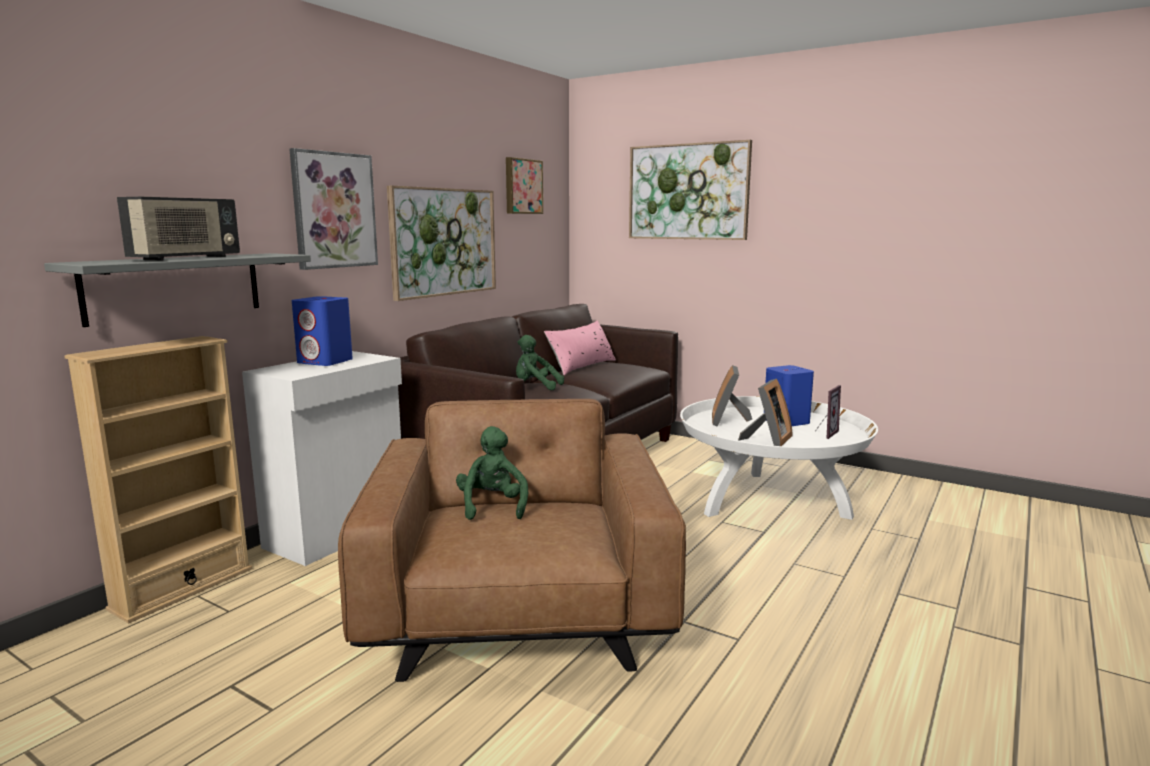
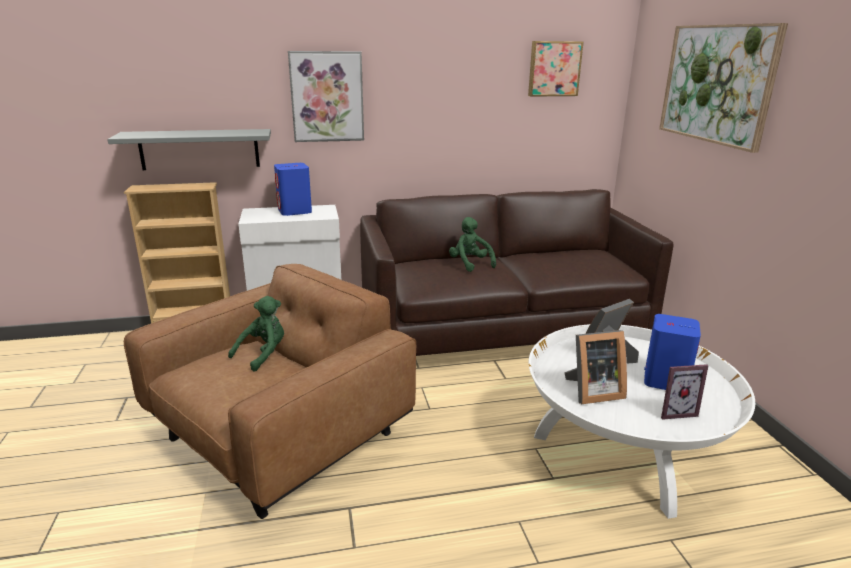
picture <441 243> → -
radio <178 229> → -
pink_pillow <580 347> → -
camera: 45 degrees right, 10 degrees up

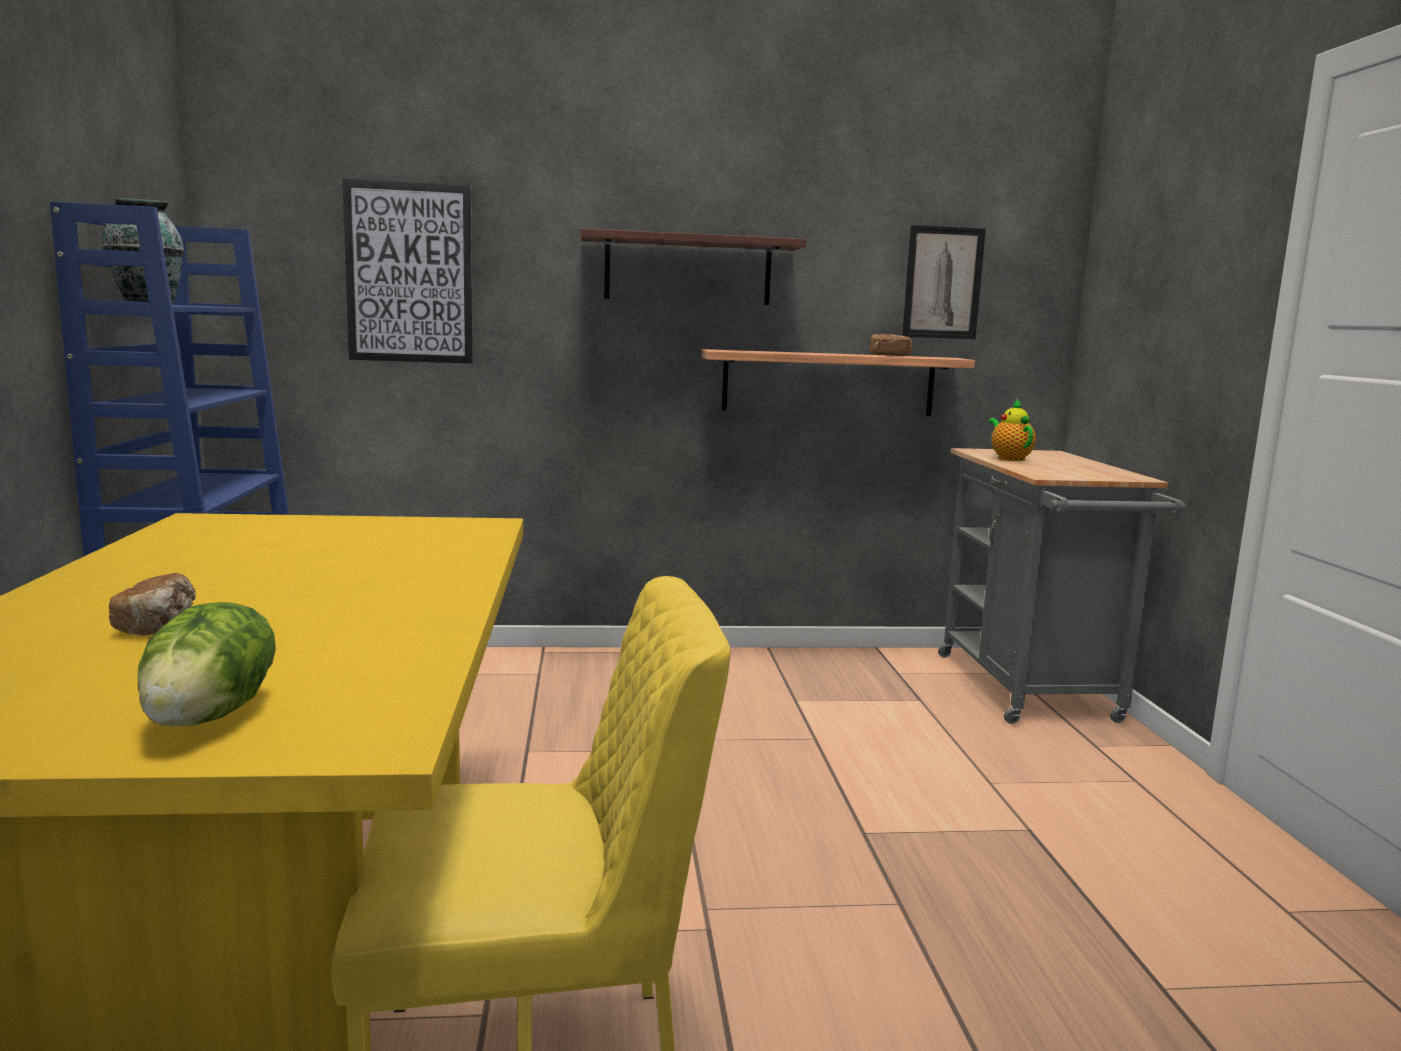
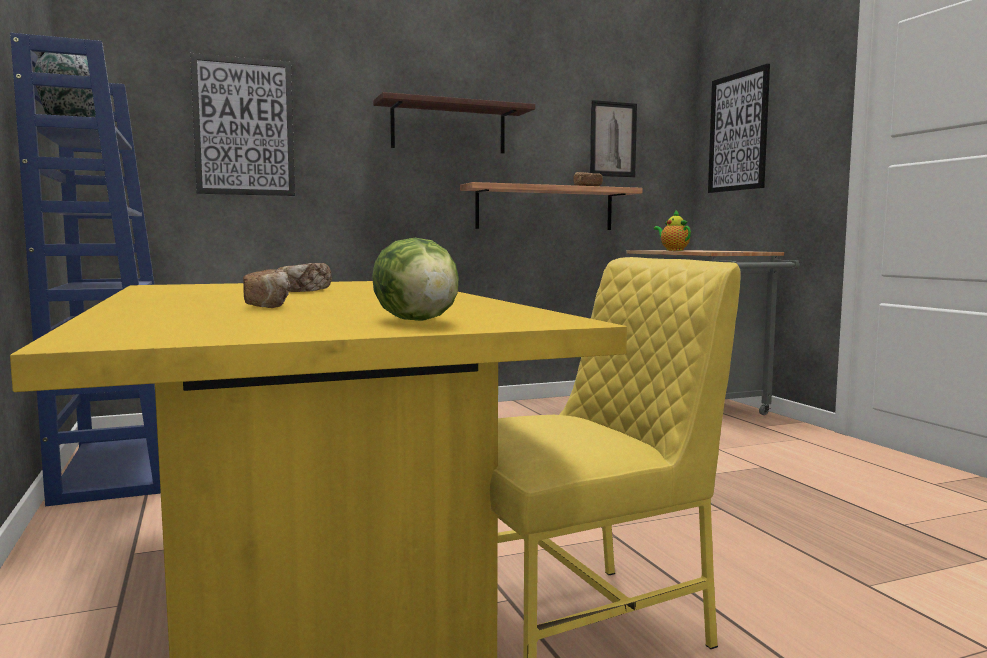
- → picture <739 128>
- → bread <305 277>
camera: 15 degrees left, 5 degrees down

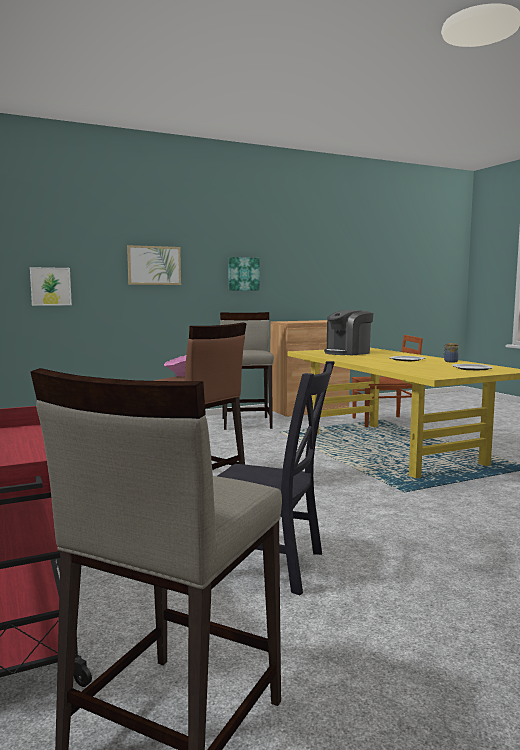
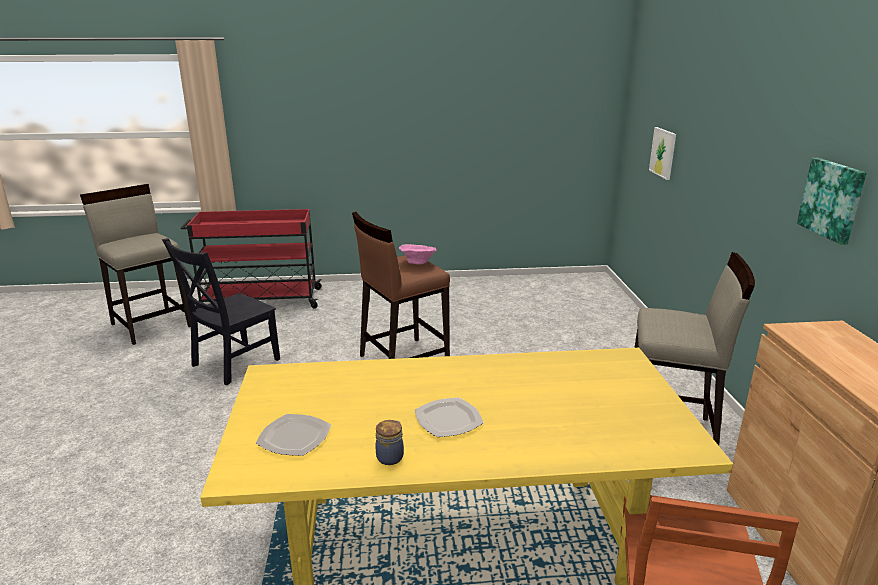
picture <154 265> → -
coffee_machine <348 332> → -
camera: 110 degrees right, 15 degrees up

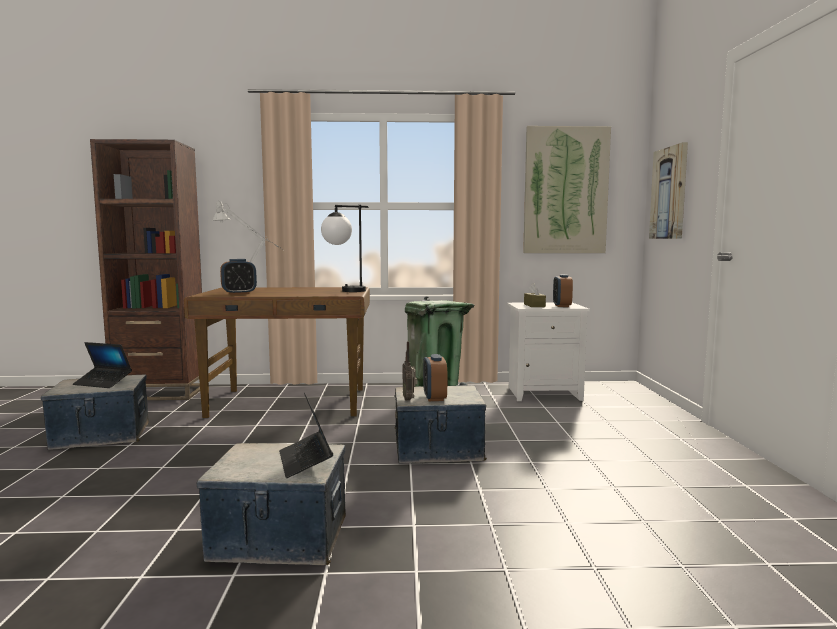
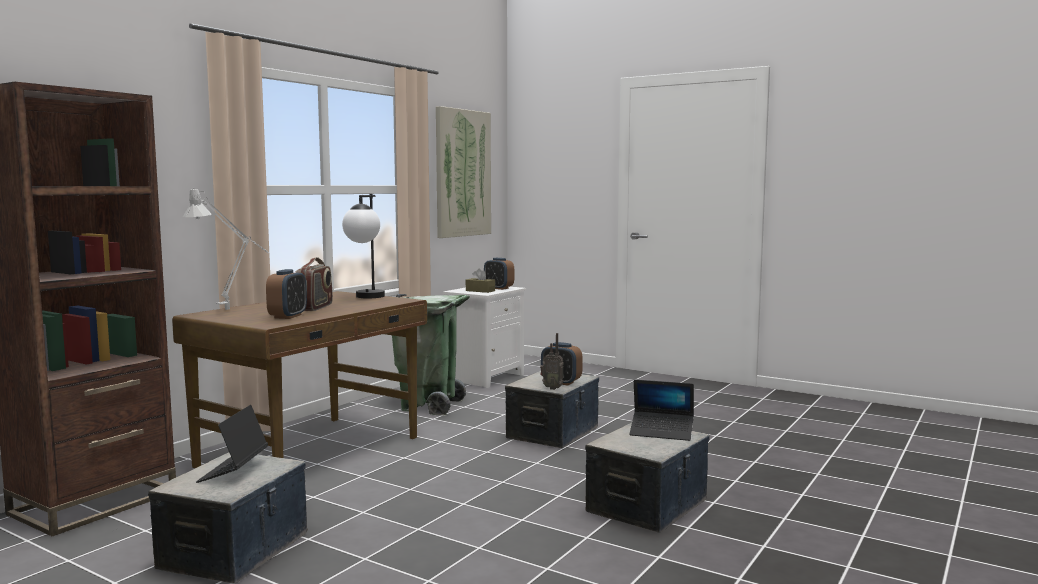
picture <668 190> → -
laptop <102 365> → laptop <232 444>, 135 degrees clockwise
- → radio <314 284>
camera: 55 degrees left, 0 degrees up

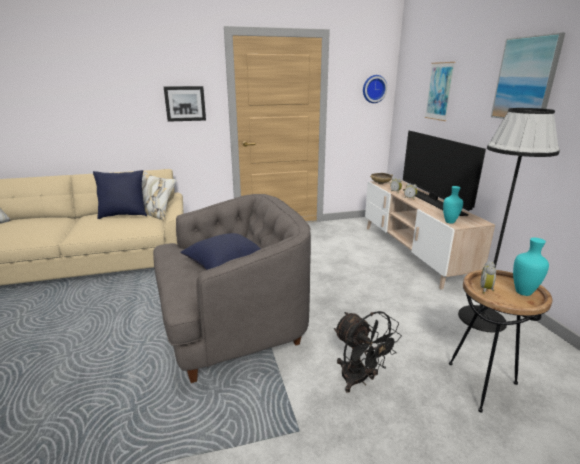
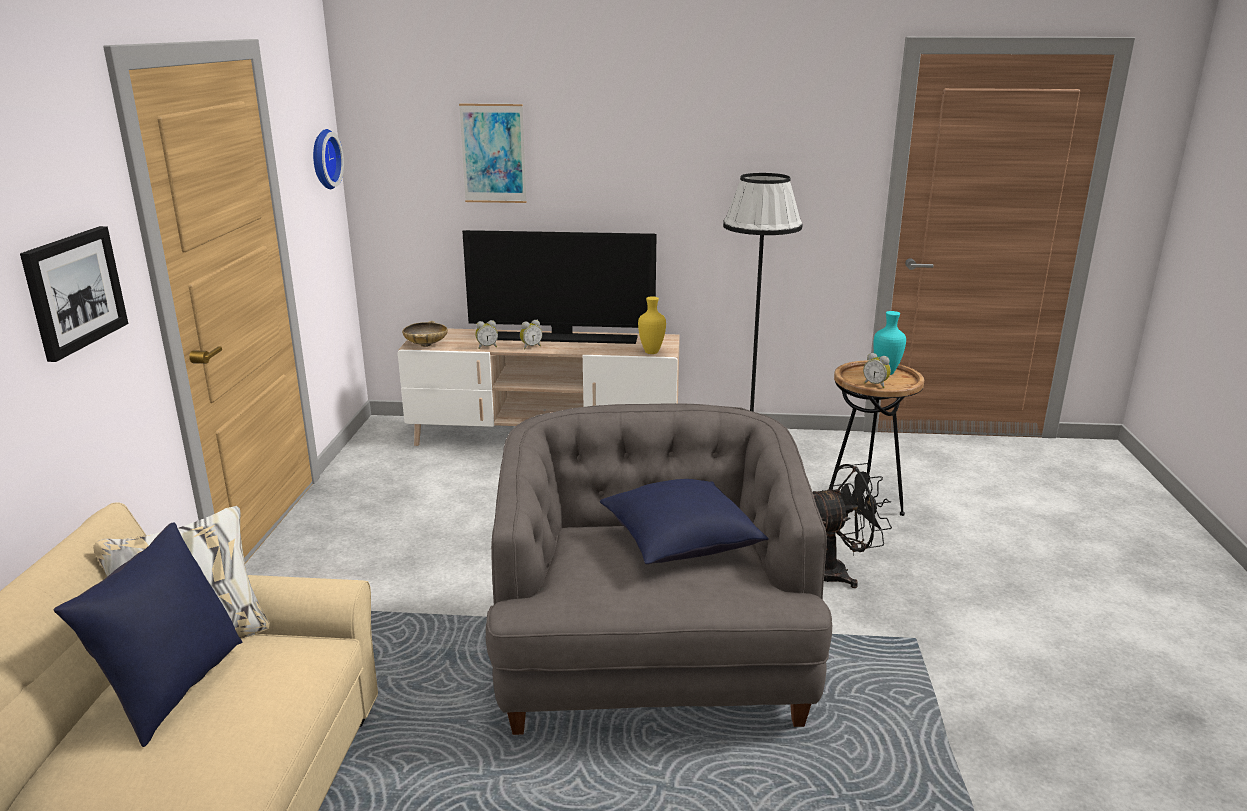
picture <528 76> → -
turquoise_vase <453 204> → yellow_vase <652 325>
camera: 70 degrees left, 0 degrees up

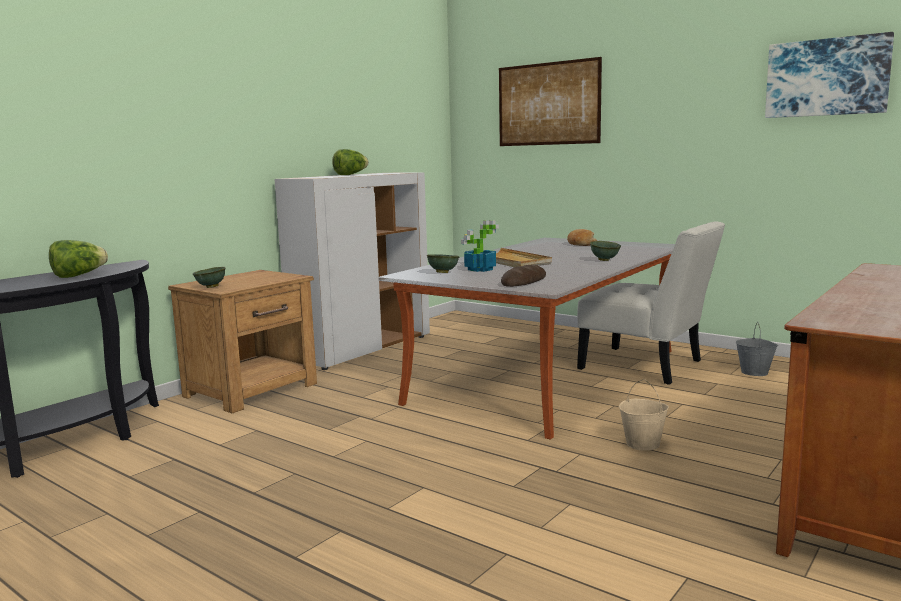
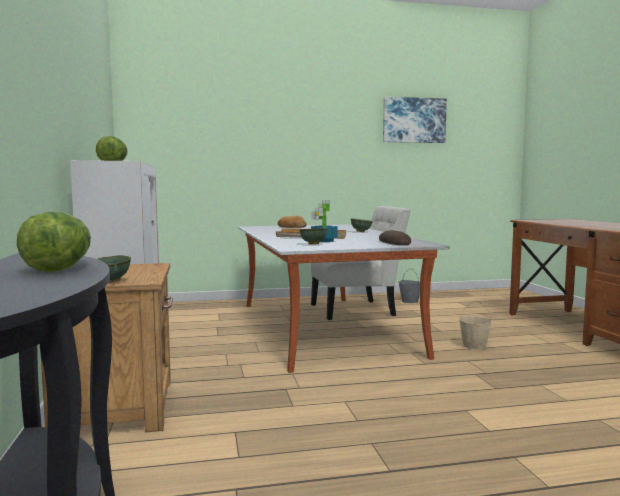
picture <550 101> → -
camera: 50 degrees left, 5 degrees down

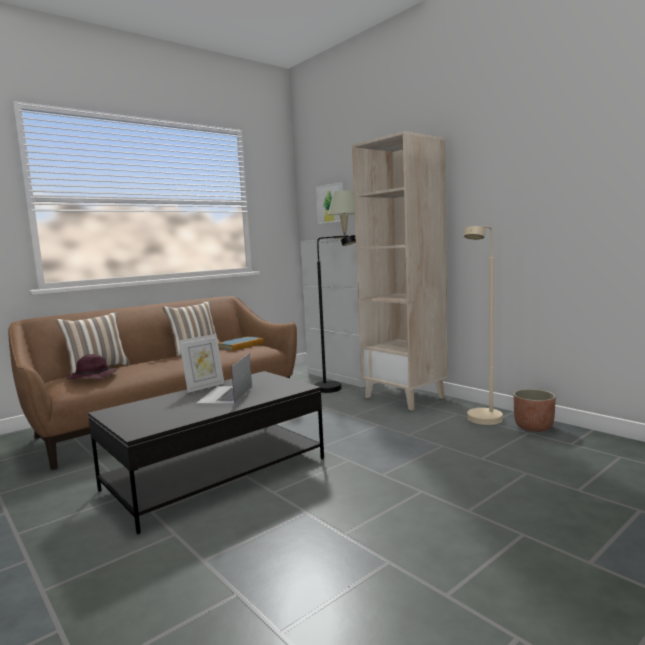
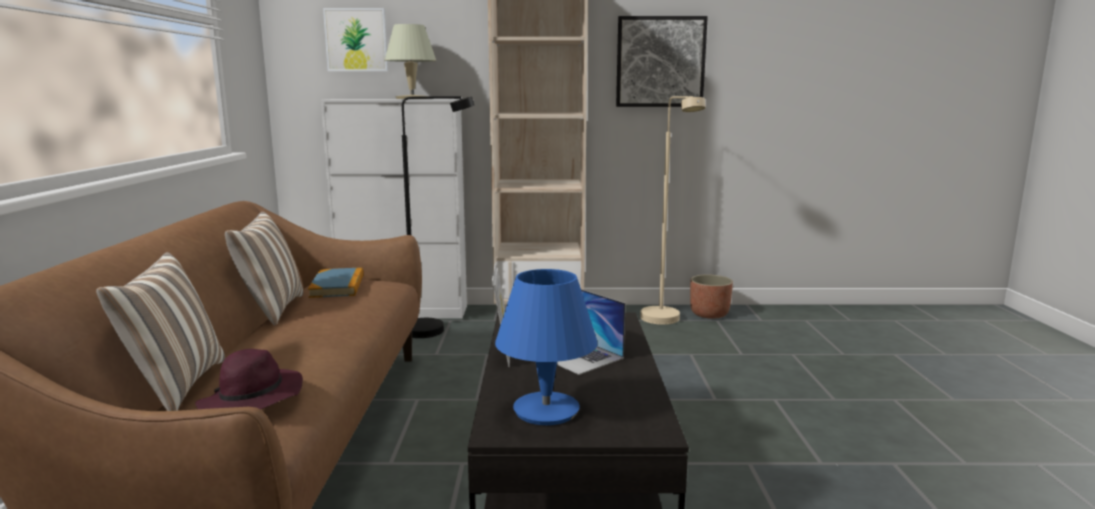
- → picture <662 61>
- → blue_table_lamp <546 347>
camera: 50 degrees left, 5 degrees up

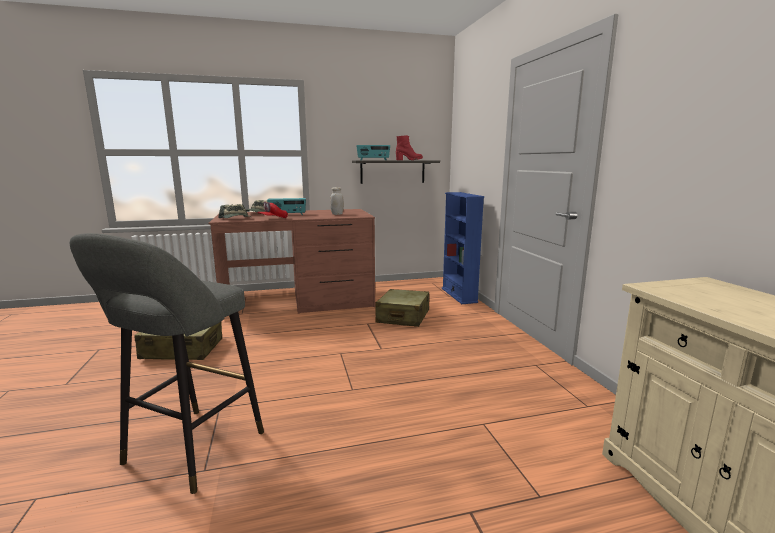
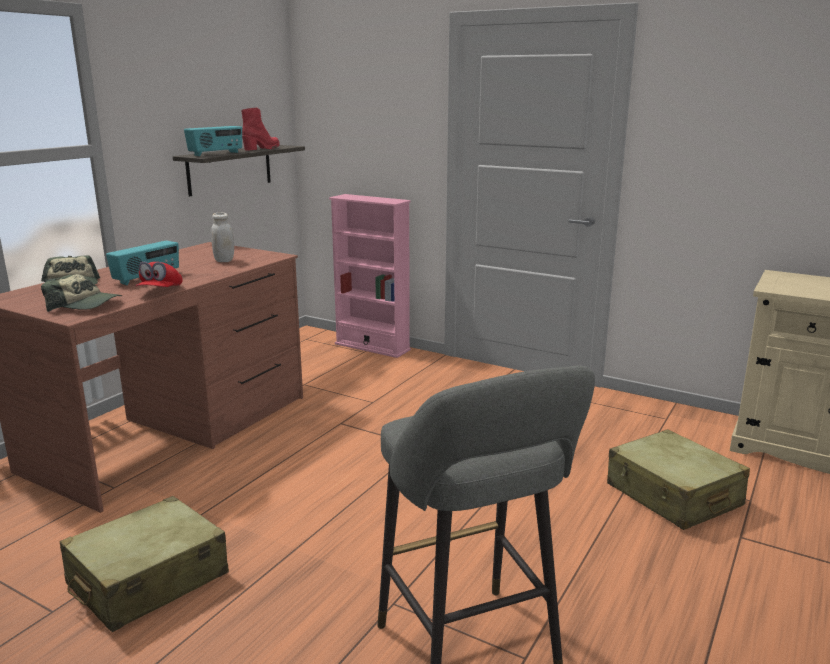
blue_bookcase <463 248> → pink_bookcase <370 276>
beige_suitcase <402 308> → beige_suitcase <678 479>, moved
camera: 45 degrees left, 5 degrees up

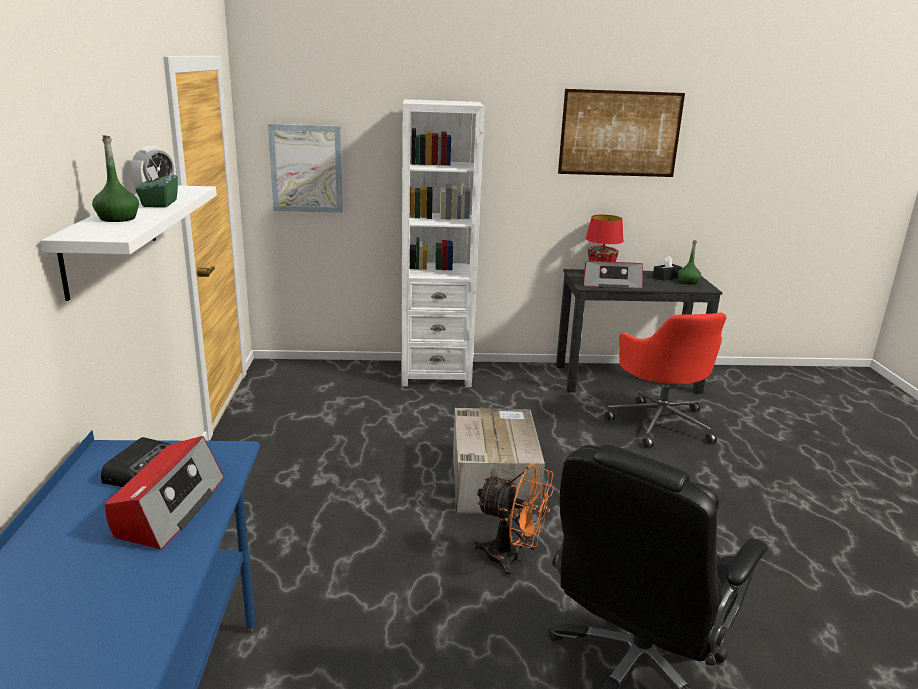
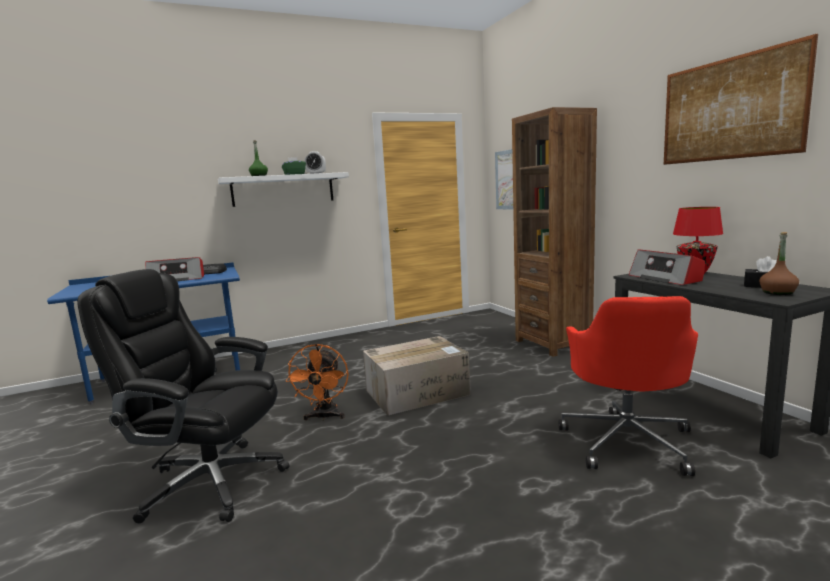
white_bookcase <442 243> → brown_bookcase <554 232>
green_bottle <689 262> → brown_bottle <779 263>
red_office_chair <665 380> → red_office_chair <628 386>, 45 degrees counterclockwise
camera: 70 degrees right, 10 degrees down

